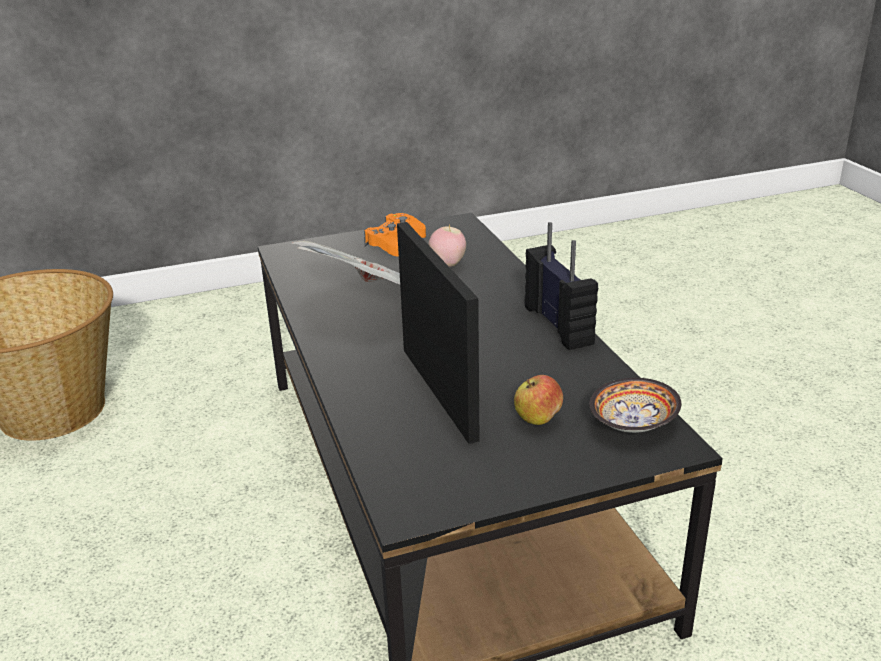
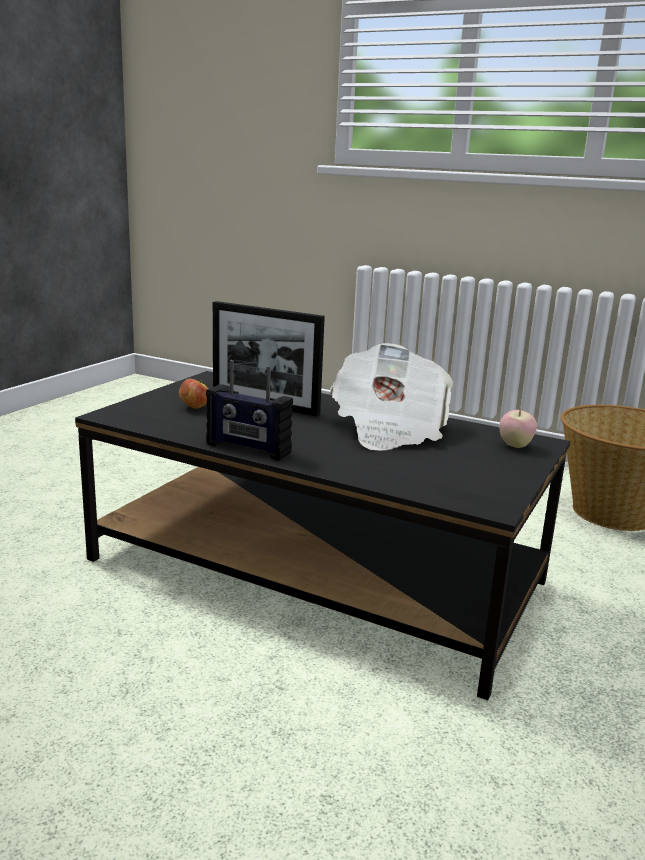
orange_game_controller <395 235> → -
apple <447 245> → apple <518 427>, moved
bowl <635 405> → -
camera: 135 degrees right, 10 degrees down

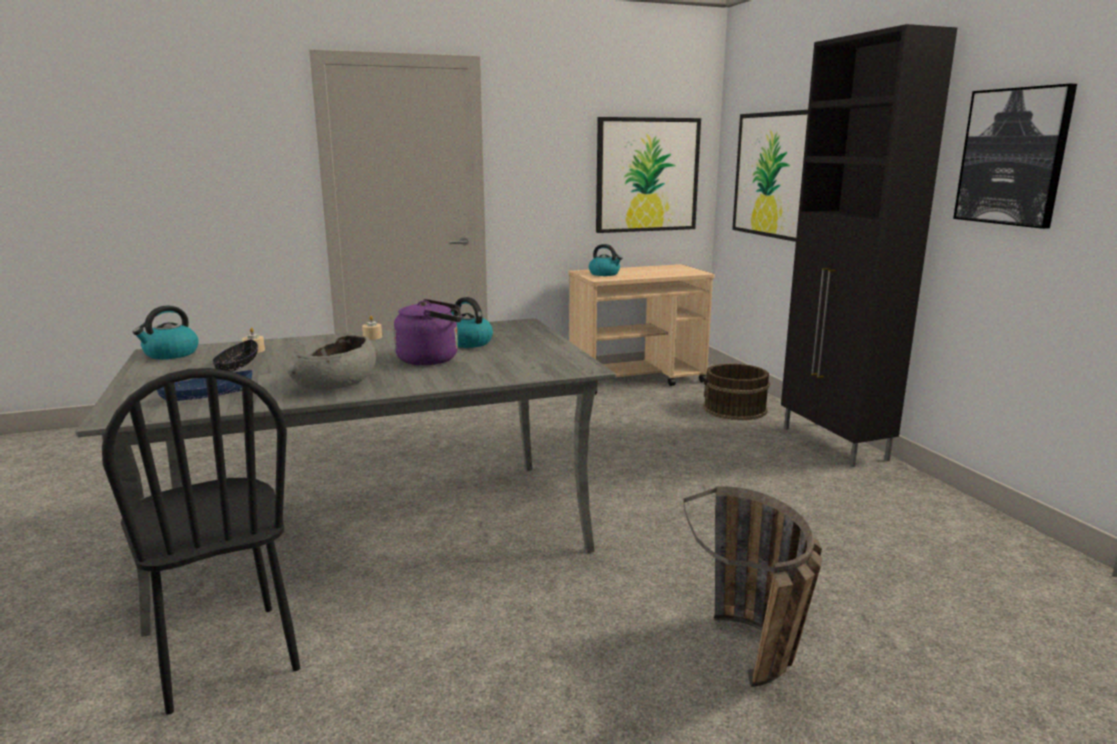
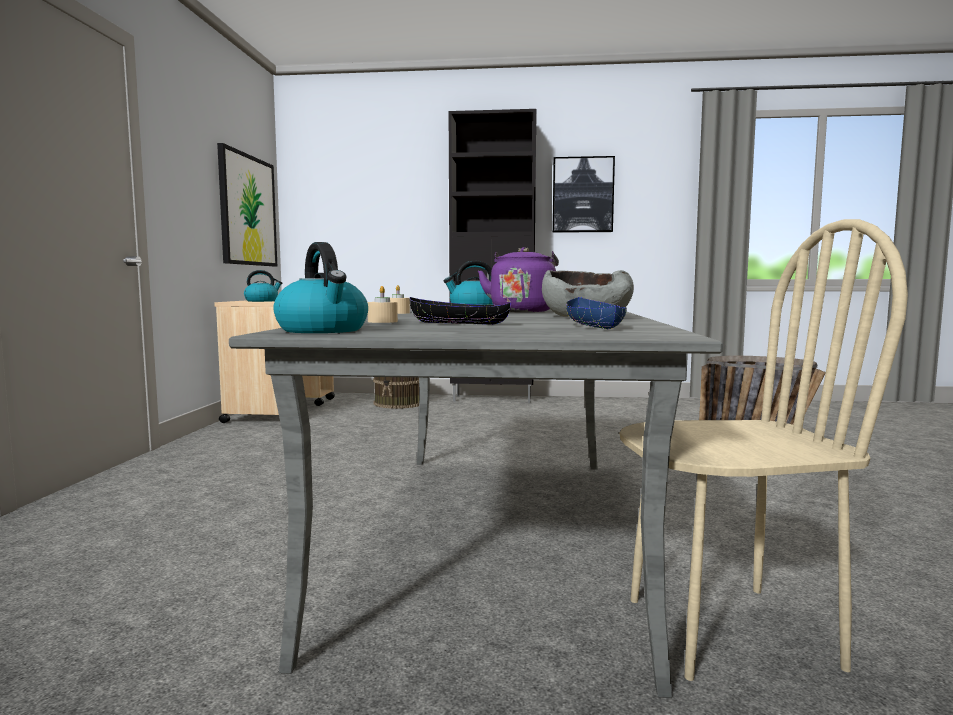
picture <770 176> → -
black_chair <201 541> → beige_chair <763 450>
camera: 65 degrees left, 10 degrees down

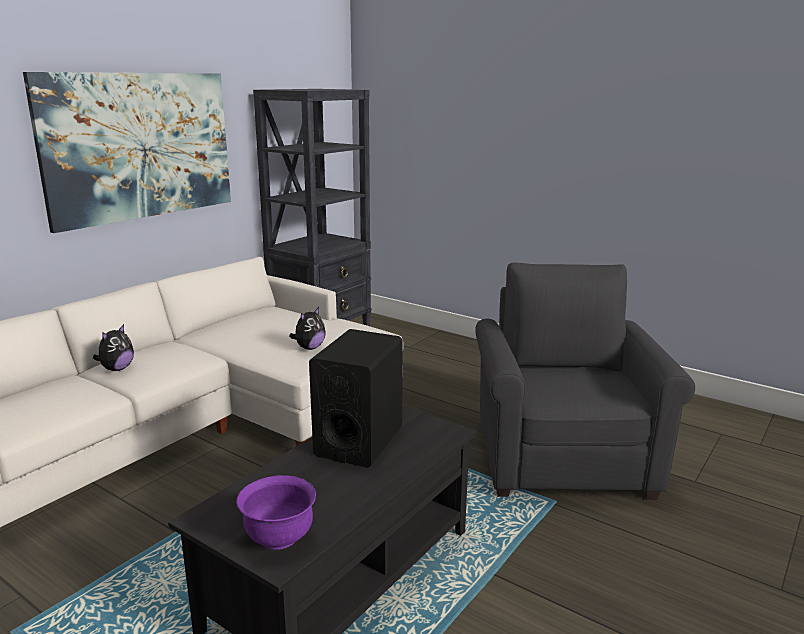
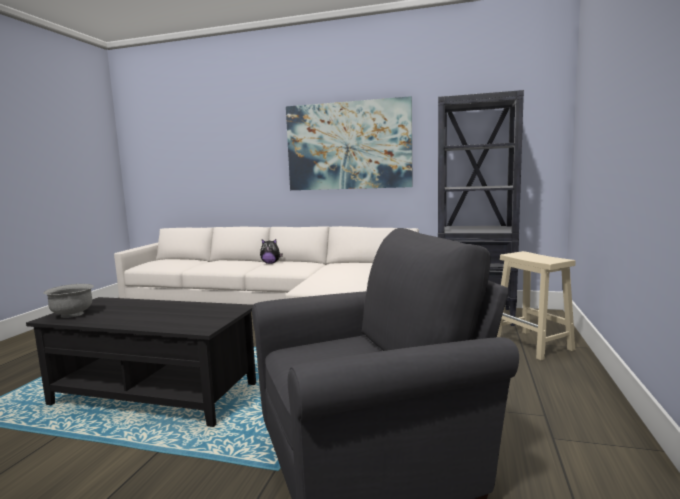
plush_toy <307 328> → -
black_speaker <356 398> → -
purple_bowl <276 512> → grey_bowl <68 301>
- → beige_stool <536 305>
camera: 70 degrees right, 10 degrees down

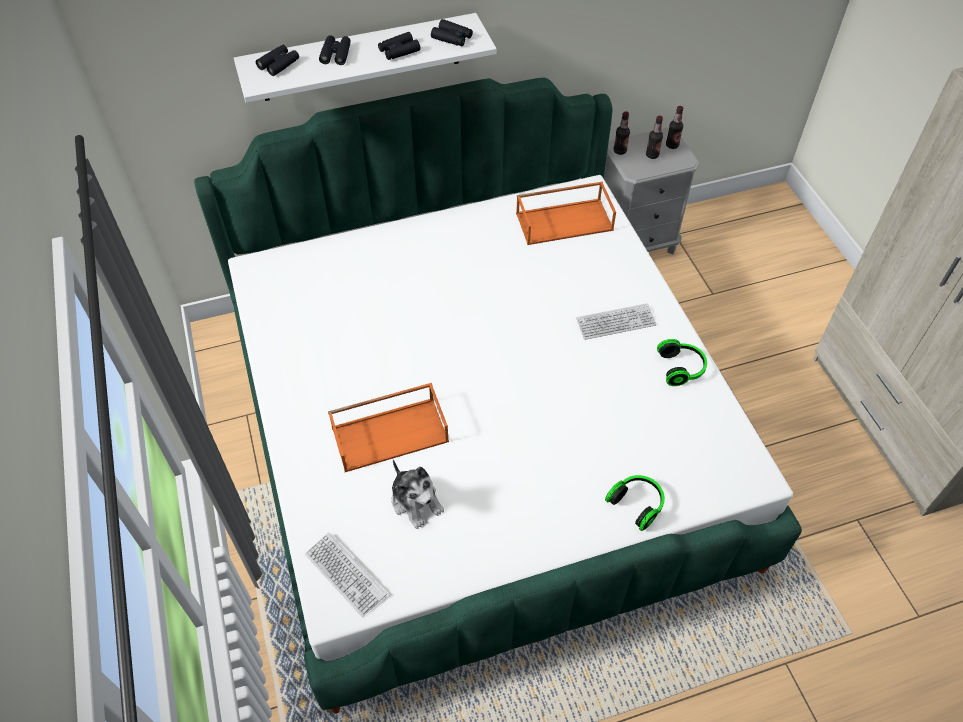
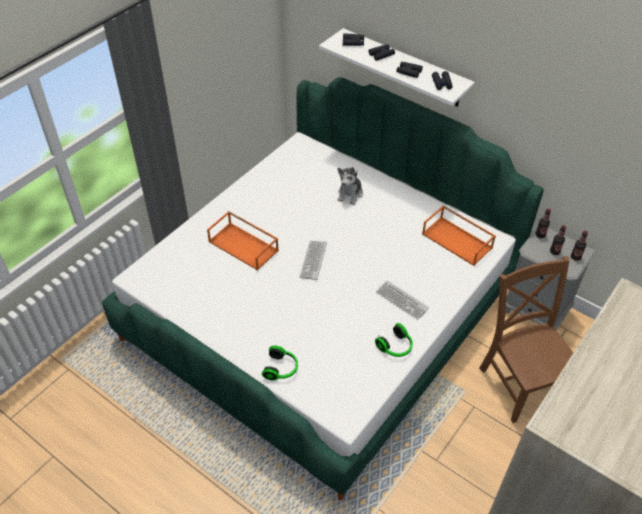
plush_toy <418 494> → plush_toy <350 186>, moved
keyboard <346 574> → keyboard <313 260>, moved
- → brown_chair <526 339>
camera: 55 degrees right, 5 degrees down

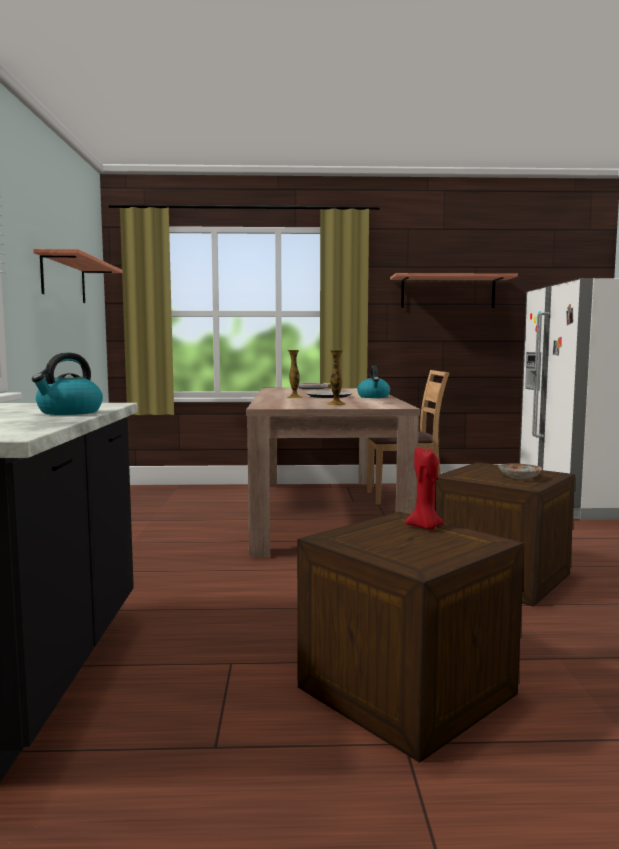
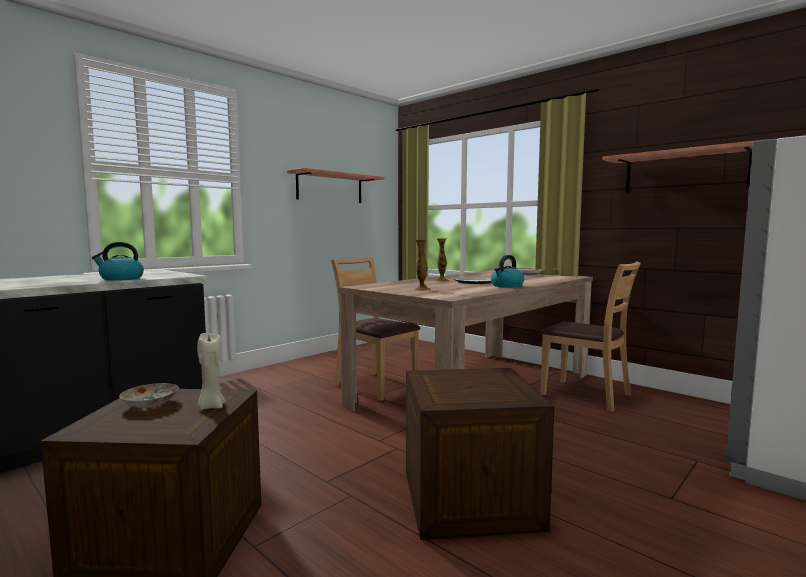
red_candle <424 488> → beige_candle <211 371>
plate <520 471> → plate <149 395>, moved
- → brown_chair <375 329>
camera: 45 degrees right, 0 degrees up

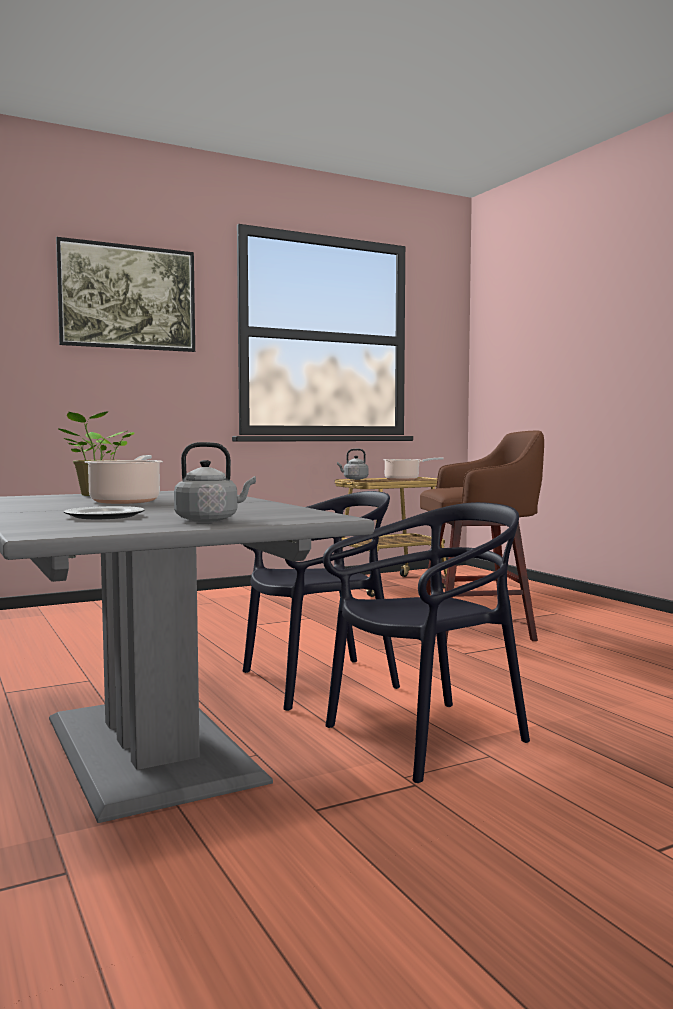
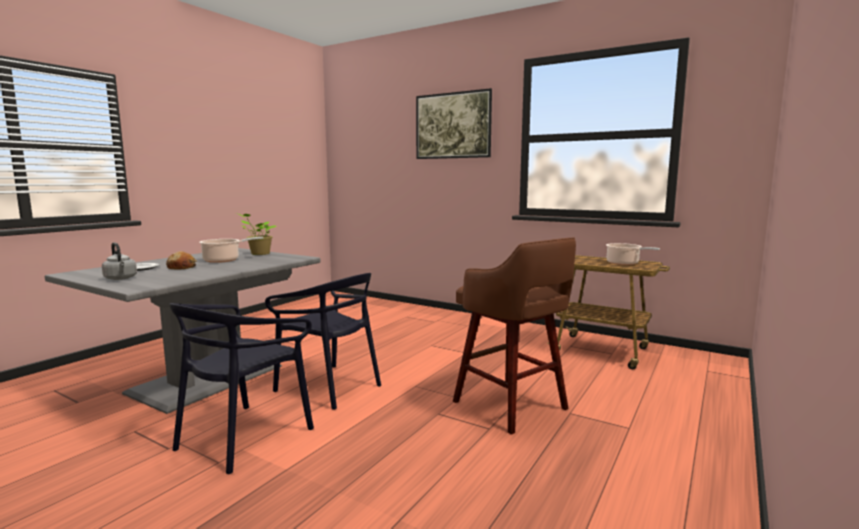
grey_kettle <352 464> → -
black_chair <426 642> → black_chair <241 388>, 90 degrees clockwise
- → bread <181 260>
camera: 60 degrees right, 5 degrees up

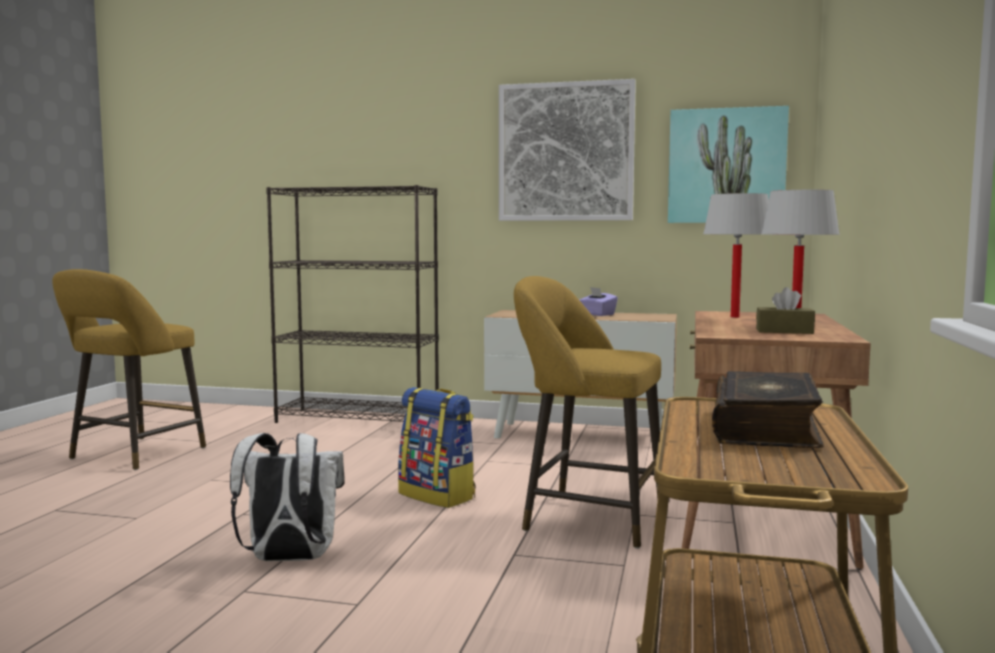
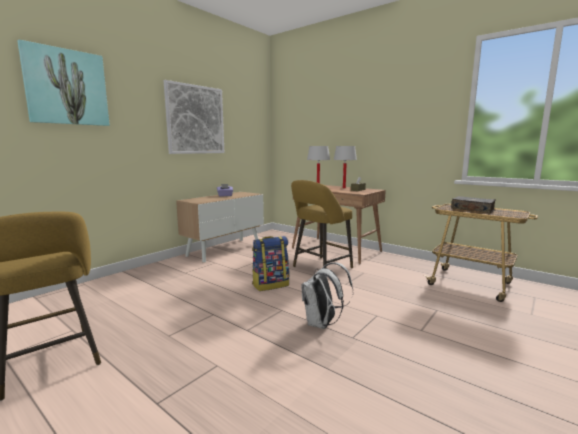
picture <728 164> → picture <63 82>, moved
black_bookcase <352 304> → -
camera: 65 degrees left, 5 degrees up

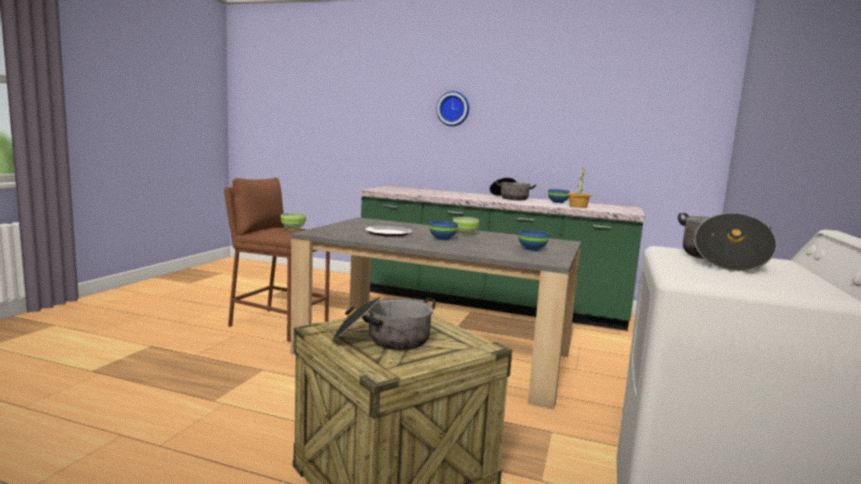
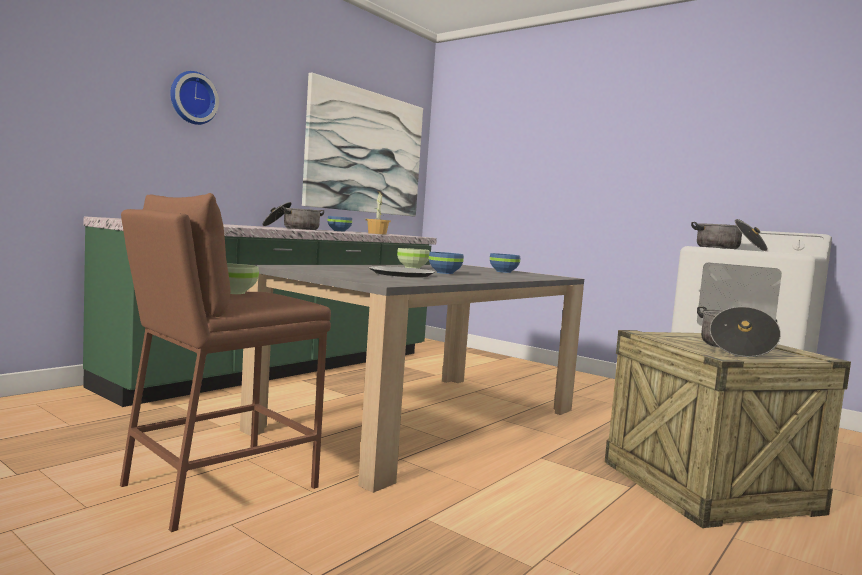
- → picture <362 145>
camera: 70 degrees left, 5 degrees down

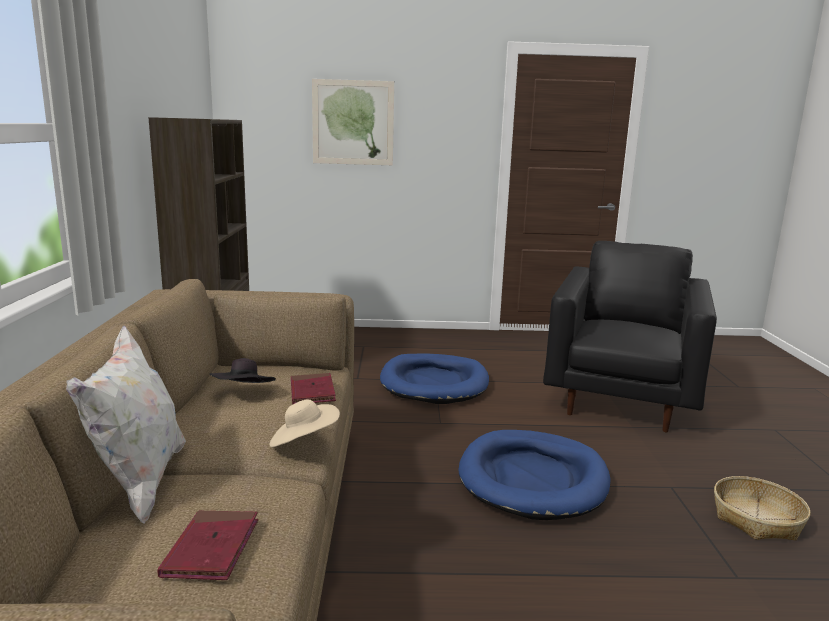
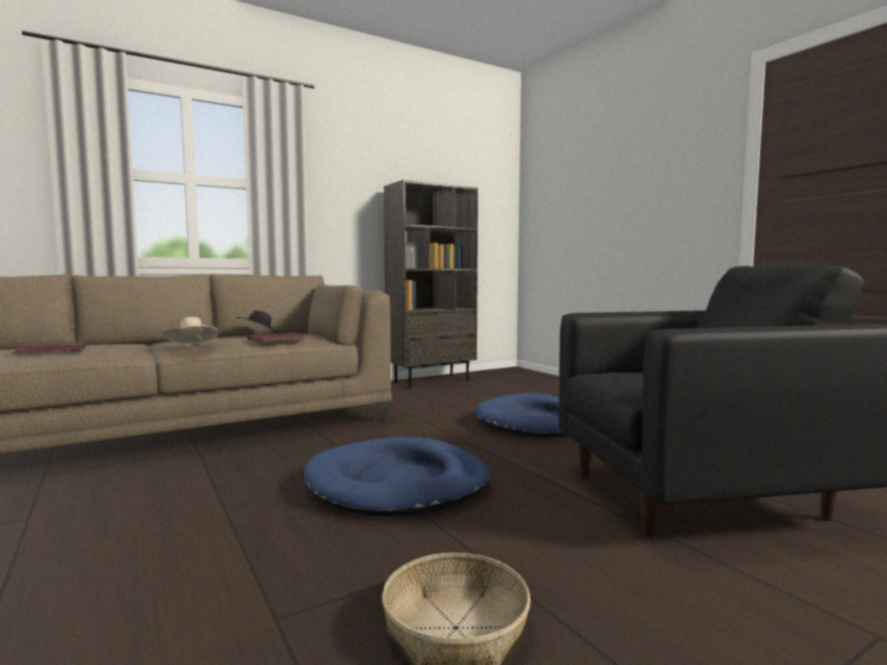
picture <353 122> → -
white_pillow <126 424> → -
camera: 60 degrees right, 10 degrees down

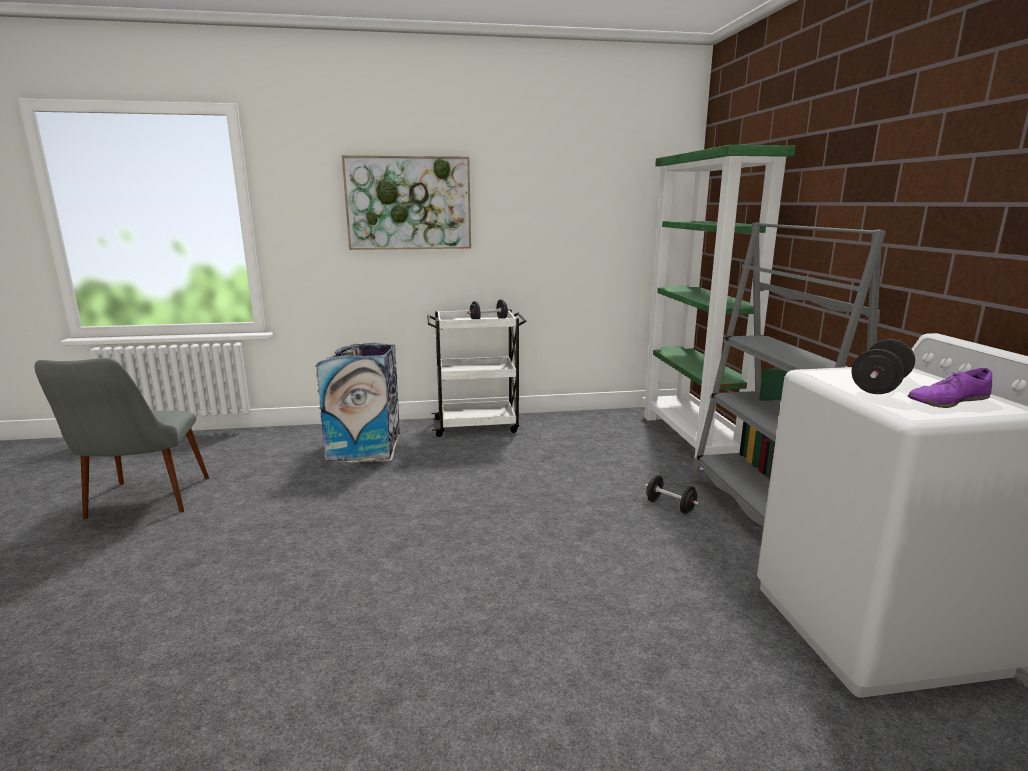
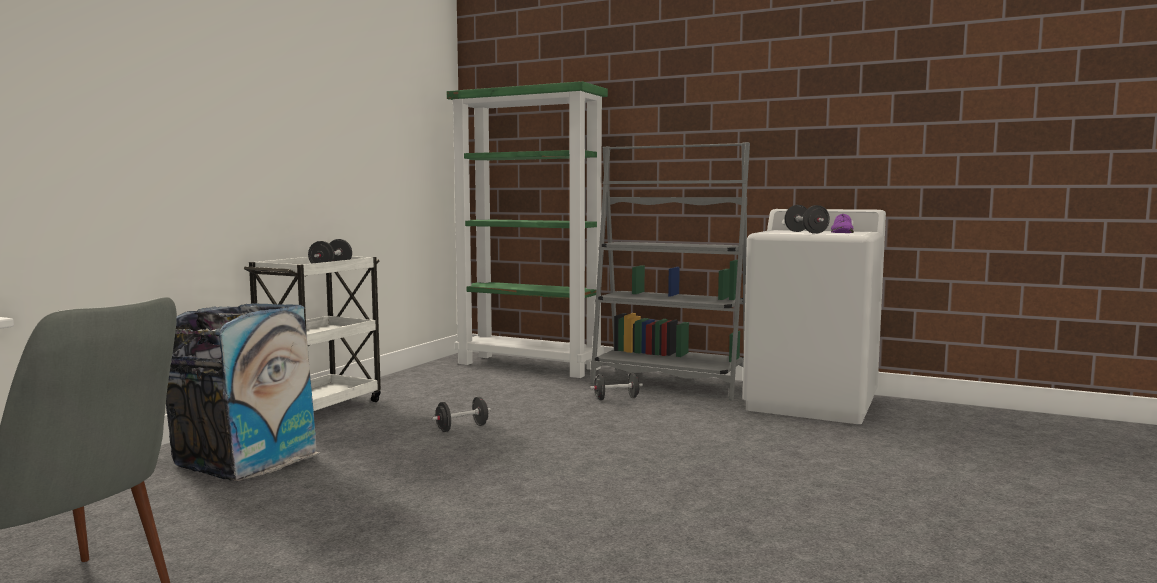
picture <406 202> → -
- → black_dumbbell <461 414>
camera: 55 degrees left, 10 degrees down

